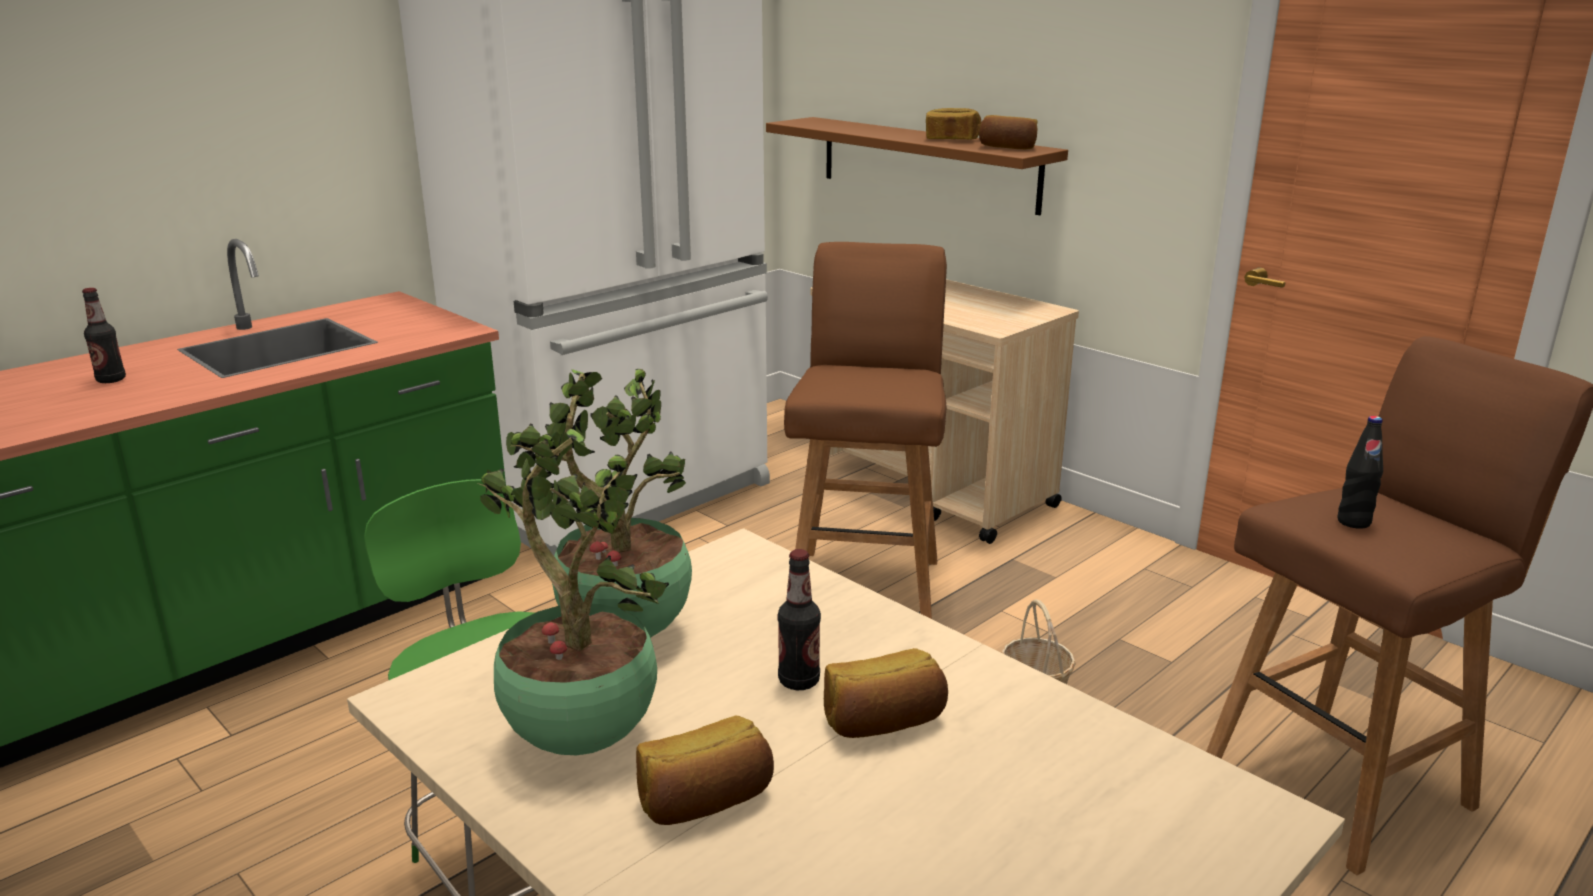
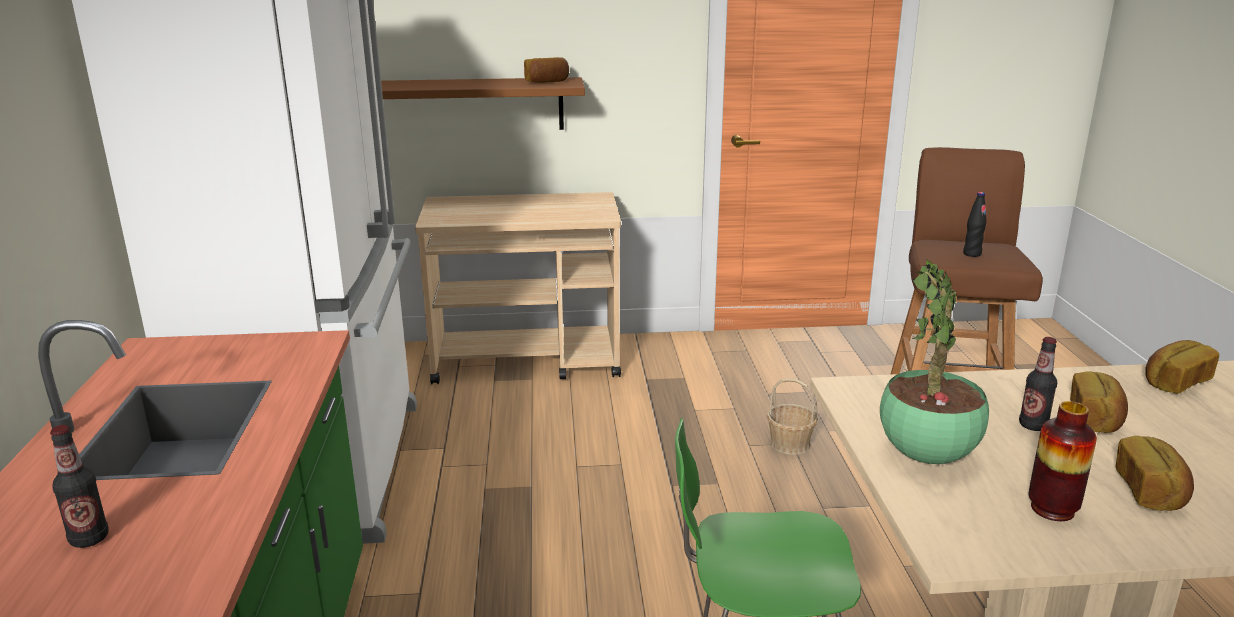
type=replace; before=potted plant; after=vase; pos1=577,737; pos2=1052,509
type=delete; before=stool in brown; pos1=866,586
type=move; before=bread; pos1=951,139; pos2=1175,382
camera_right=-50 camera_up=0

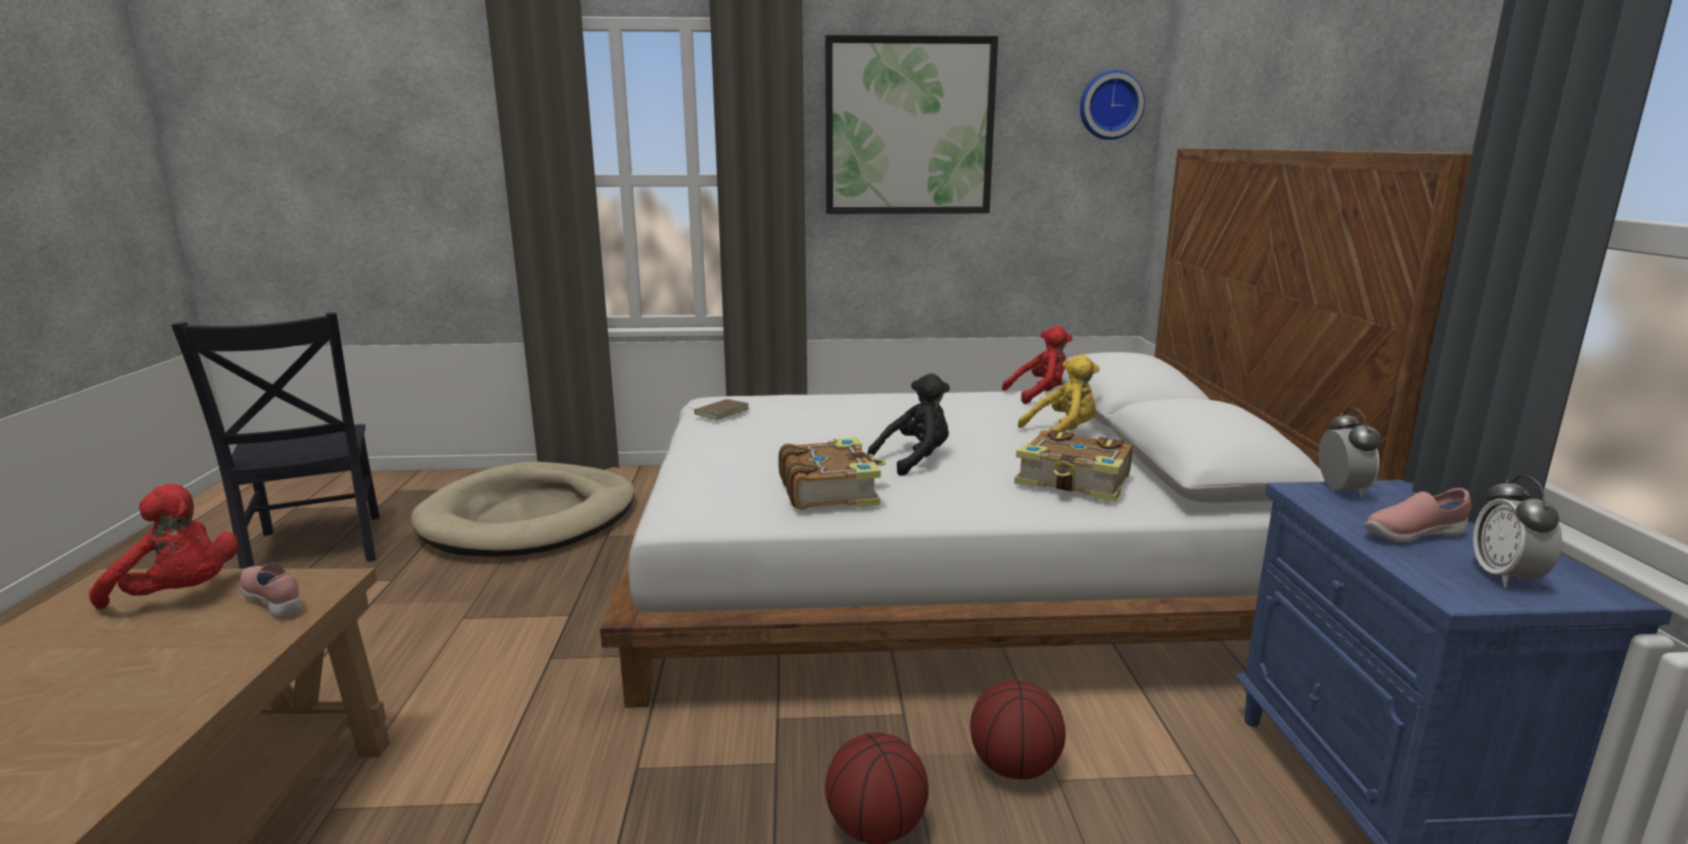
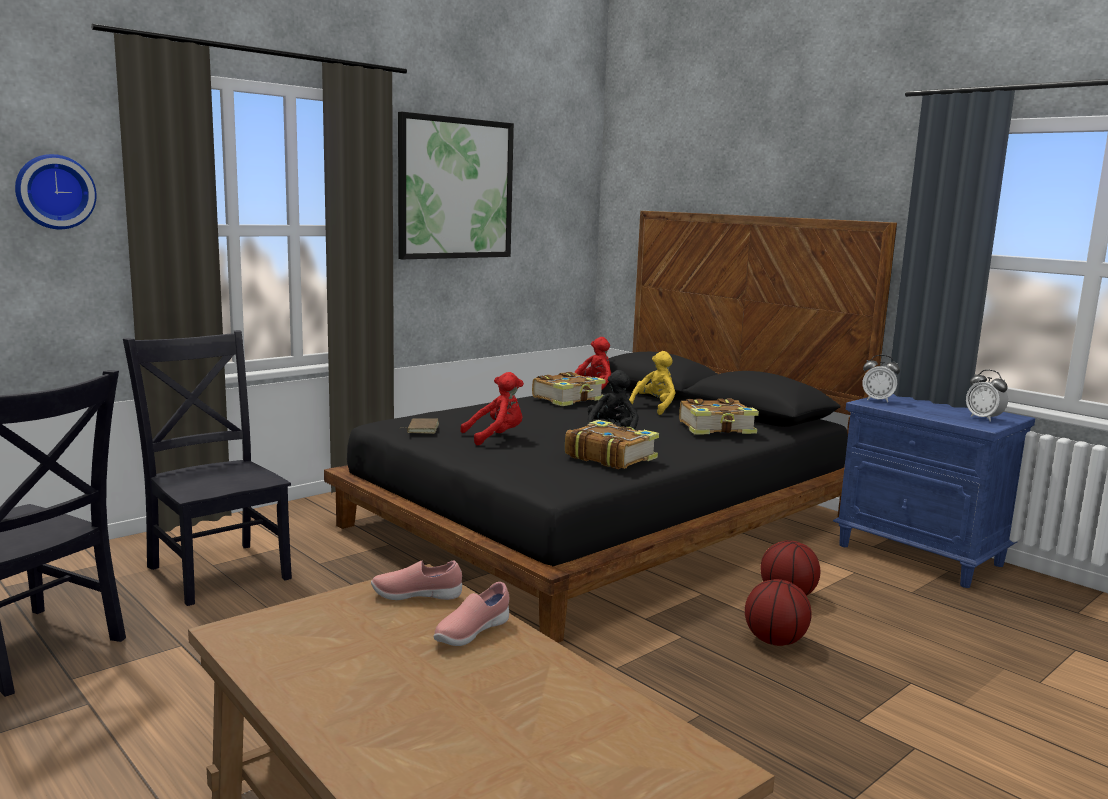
type=move; before=plush toy in red; pos1=181,596; pos2=496,437
type=replace; before=dog bed in beige; after=chair in black; pos1=530,518; pos2=218,570
type=recolor; before=bed in white; after=bed in black; pos1=949,574; pos2=605,523
type=move; before=wall clock; pos1=1110,105; pos2=54,192
type=rotate; before=alarm clock; pos1=1341,491; pos2=877,400; turn=150
type=move; before=shoe in pink; pos1=1412,535; pos2=471,633
type=insert; after=book; pos2=569,399
camera_right=-40 camera_up=-5

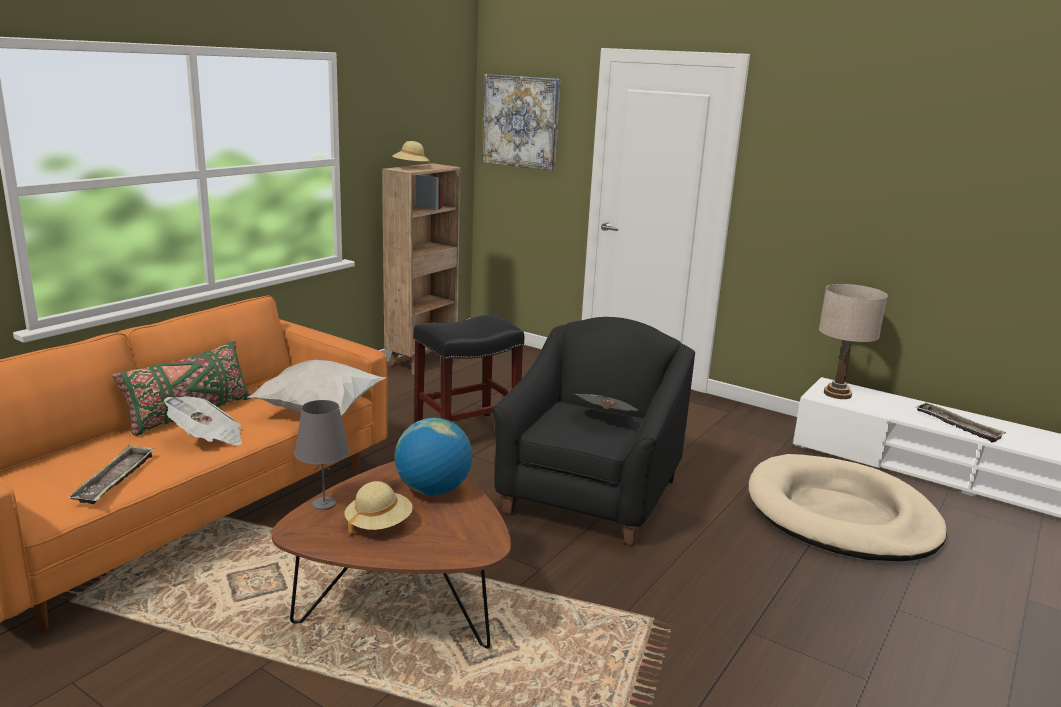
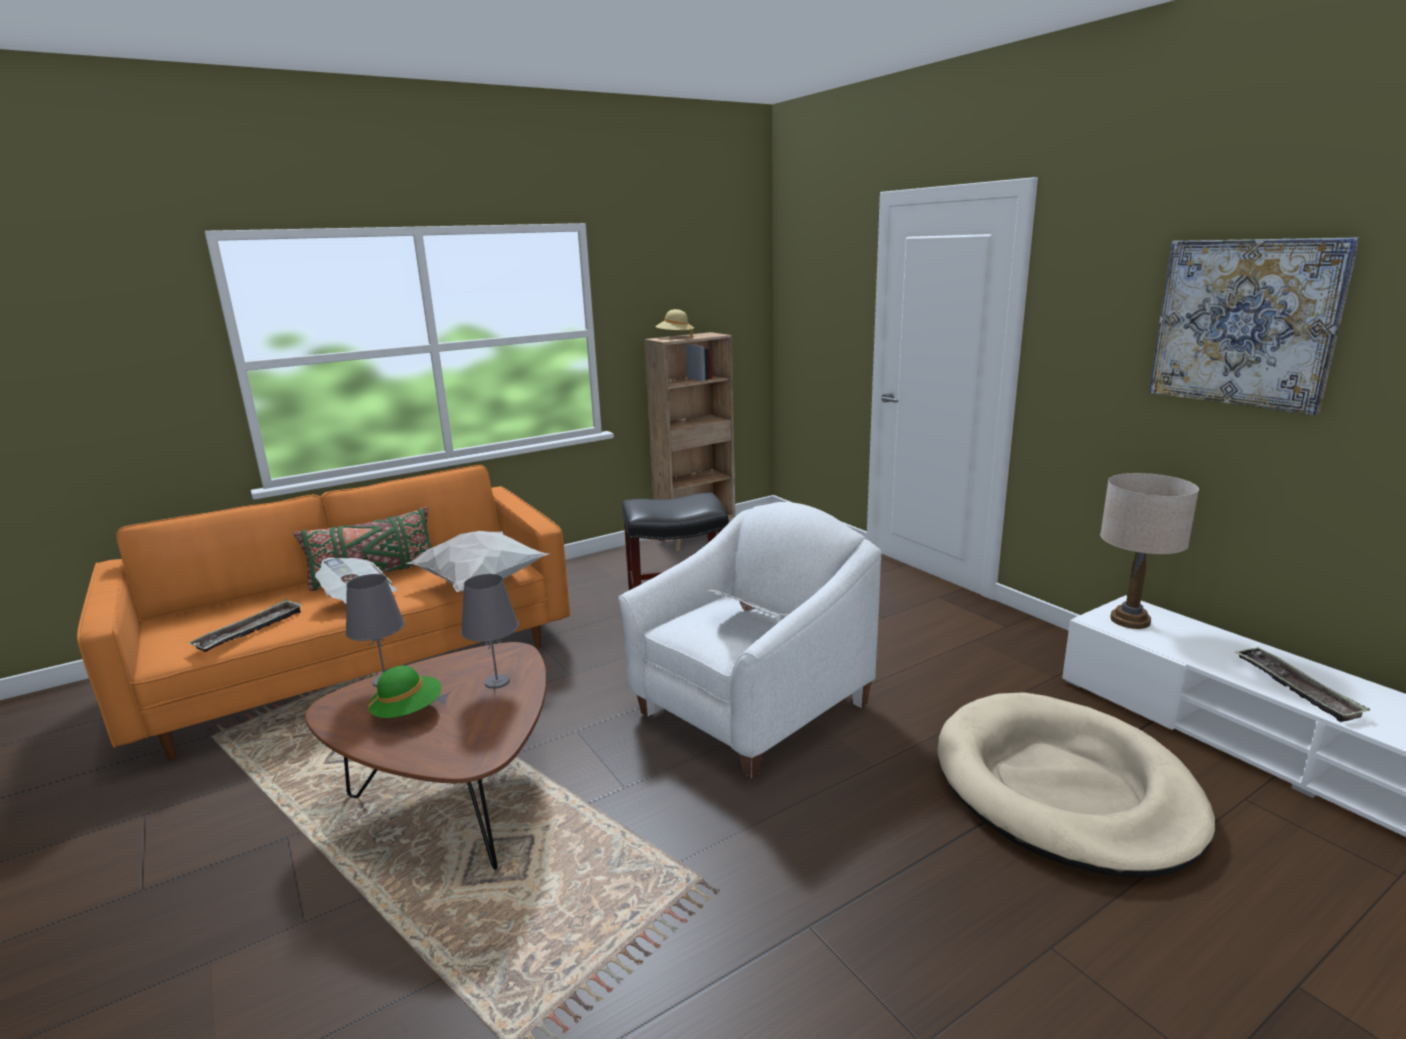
type=recolor; before=hat in beige; after=hat in green; pos1=378,524; pos2=408,711
type=replace; before=globe; after=table lamp in grey; pos1=433,490; pos2=497,681
type=move; before=picture; pos1=521,122; pos2=1244,323
type=recolor; before=armchair in black; after=armchair in white; pos1=590,496; pos2=752,708
camera_right=25 camera_up=0

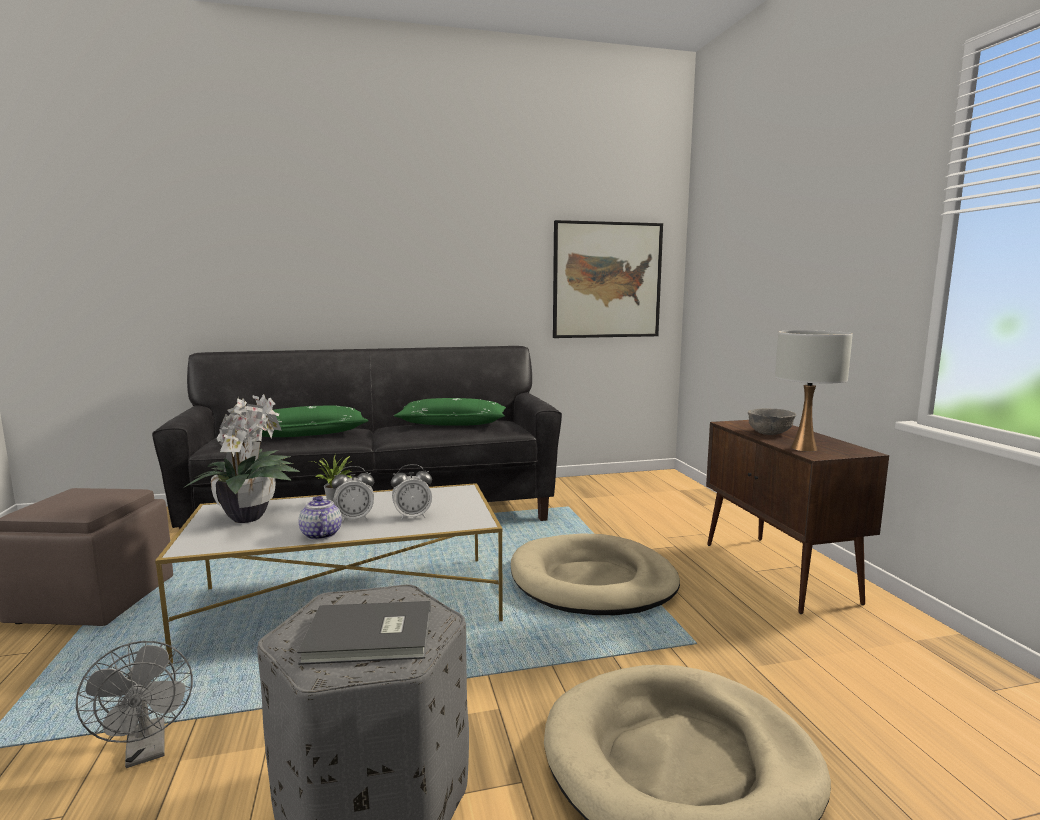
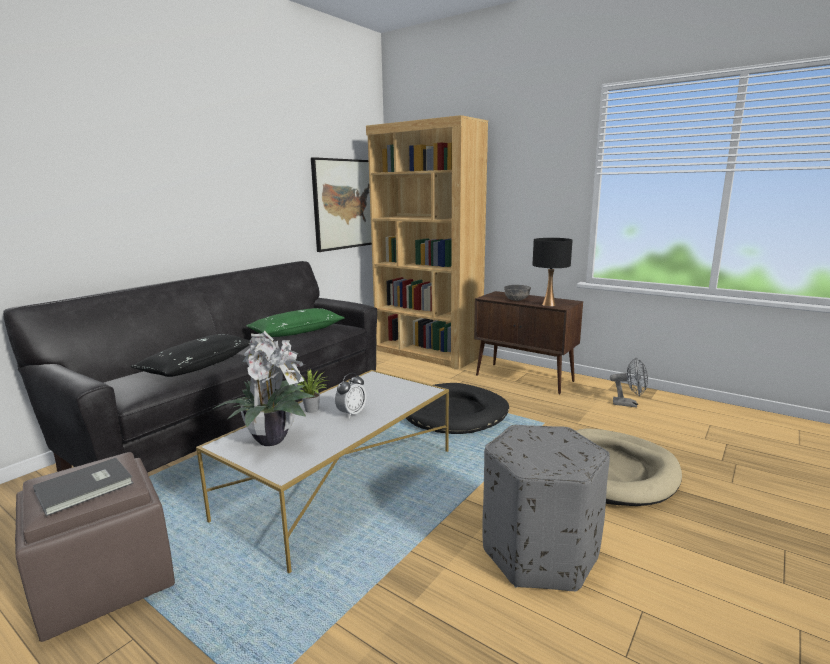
type=move; before=fan in grey; pos1=147,751; pos2=629,404
type=recolor; before=pillow in green; after=pillow in black; pos1=307,434; pos2=198,365
type=move; before=book in grey; pos1=371,637; pos2=86,488
type=delete; before=teapot; pos1=320,534
type=delete; before=alarm clock; pos1=412,516
type=recolor; before=dog bed in beige; after=dog bed in black; pos1=592,581; pos2=455,413
type=recolor; before=table lamp in white; after=table lamp in black; pos1=803,448; pos2=548,304
type=insert; after=bookcase in brown; pos2=427,353
camera_right=-40 camera_up=5

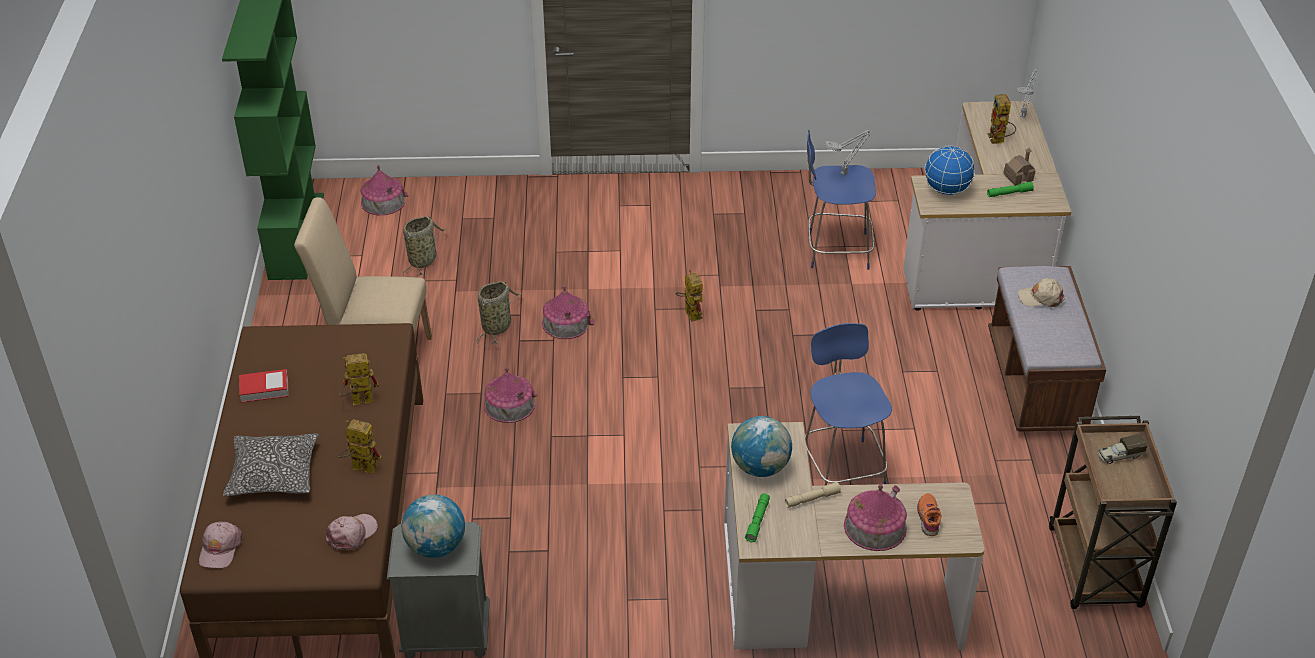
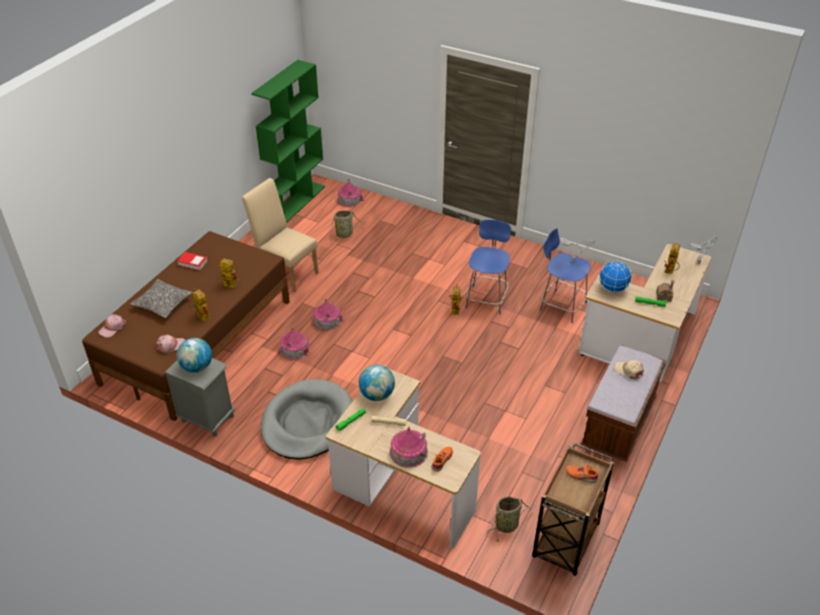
type=move; before=basket; pos1=498,326; pos2=508,525
type=move; before=toy house; pos1=566,322; pos2=294,349
type=move; before=stool in blue; pos1=842,467; pos2=486,298
type=replace; before=toy truck; after=shoe in orange; pos1=1119,456; pos2=581,475
type=insert; after=dog bed in grey; pos2=307,422
camera_right=30 camera_up=0

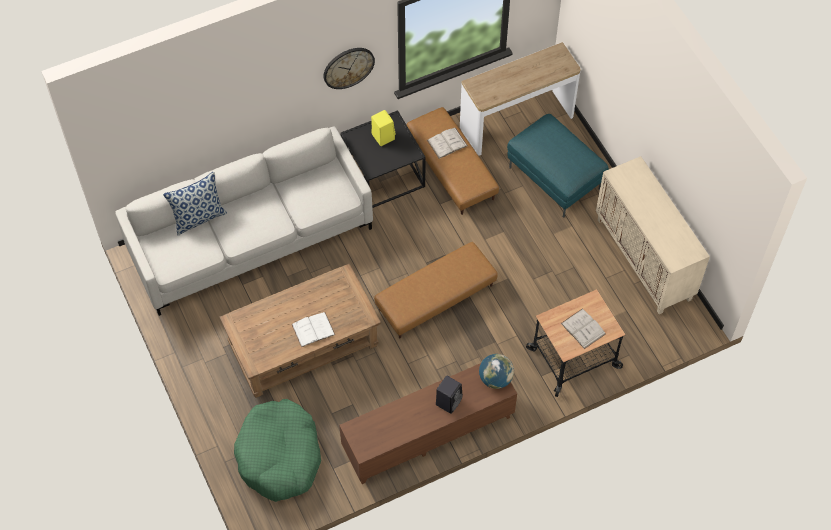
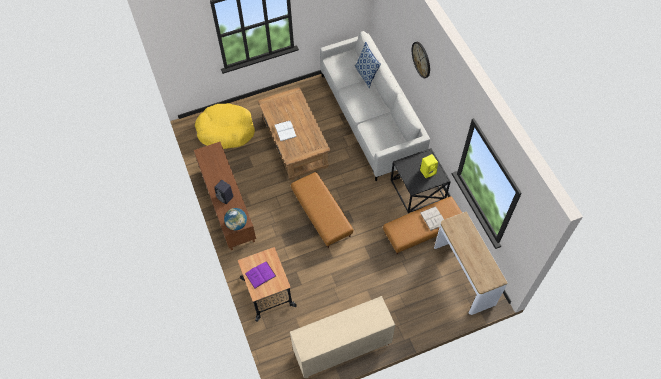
type=recolor; before=dog bed in green; after=dog bed in yellow; pos1=279,456; pos2=226,131
type=move; before=wall clock; pos1=348,67; pos2=421,59
type=delete; before=ottoman in turquoise; pos1=553,178
type=recolor; before=book in white; after=book in purple; pos1=583,328; pos2=260,275
camera_right=95 camera_up=0

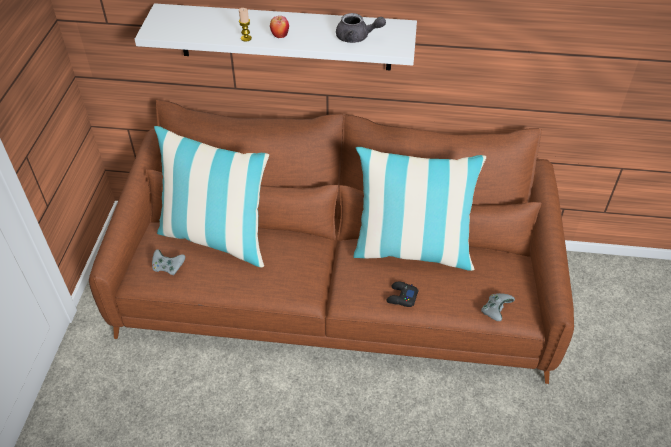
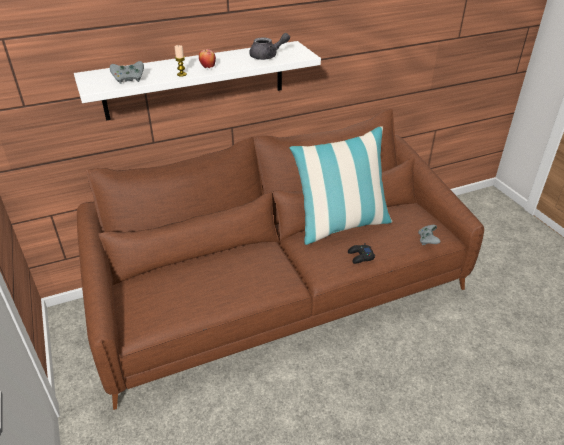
type=move; before=game controller in grey; pos1=168,267; pos2=128,79
type=delete; before=pillow; pos1=216,238
camera_right=-30 camera_up=-10

